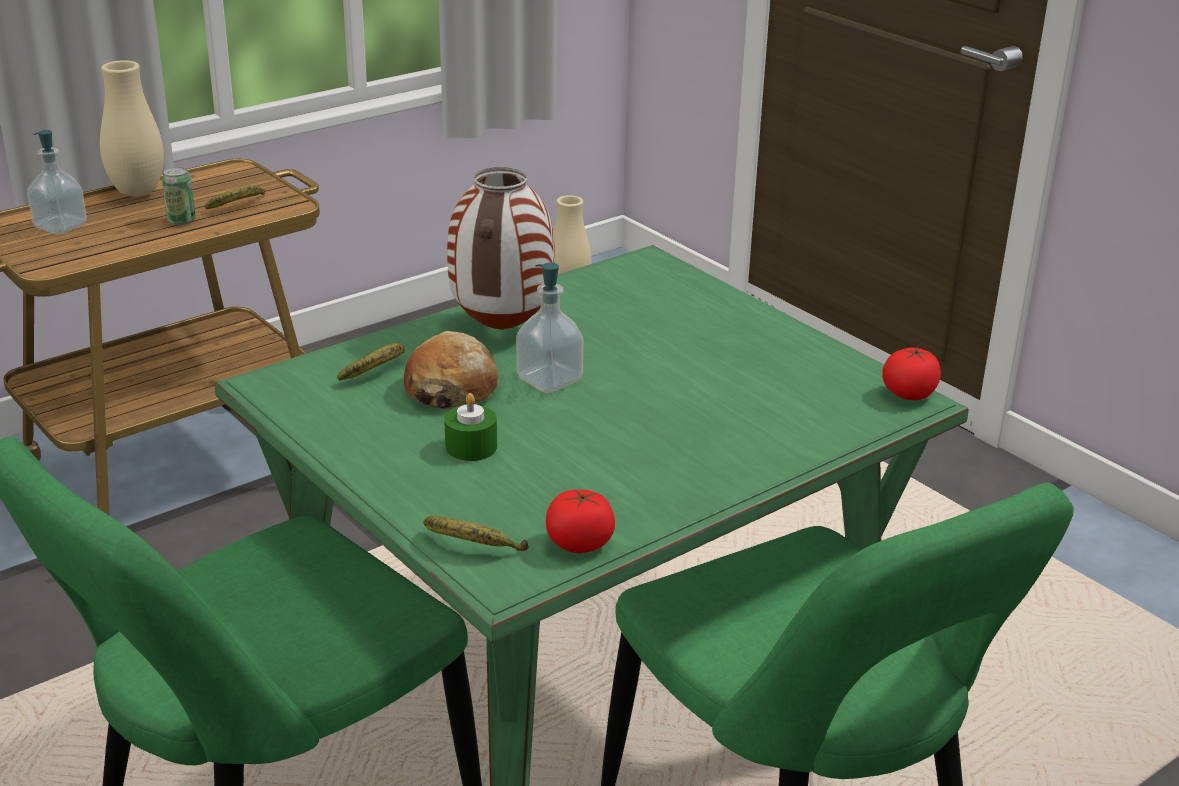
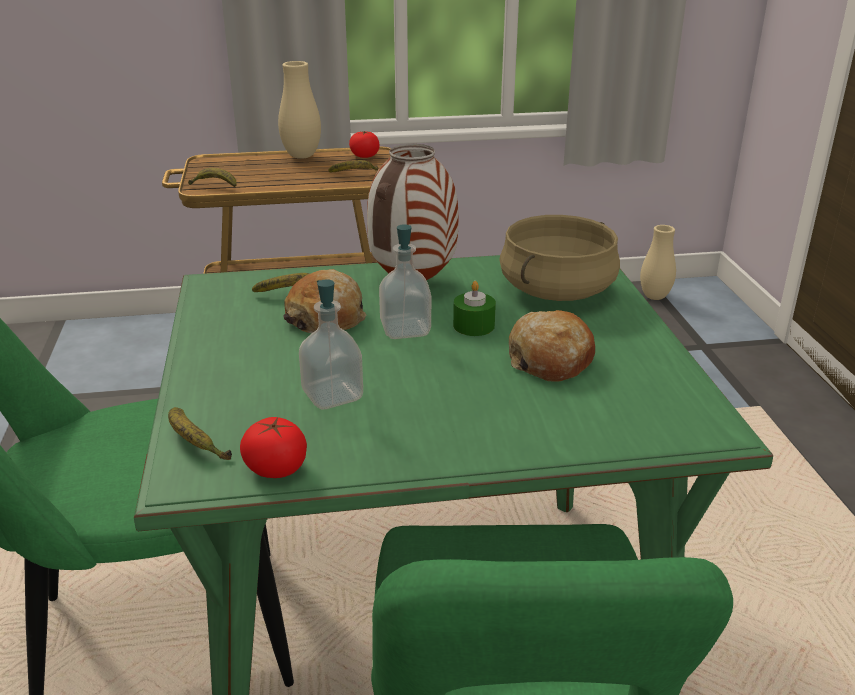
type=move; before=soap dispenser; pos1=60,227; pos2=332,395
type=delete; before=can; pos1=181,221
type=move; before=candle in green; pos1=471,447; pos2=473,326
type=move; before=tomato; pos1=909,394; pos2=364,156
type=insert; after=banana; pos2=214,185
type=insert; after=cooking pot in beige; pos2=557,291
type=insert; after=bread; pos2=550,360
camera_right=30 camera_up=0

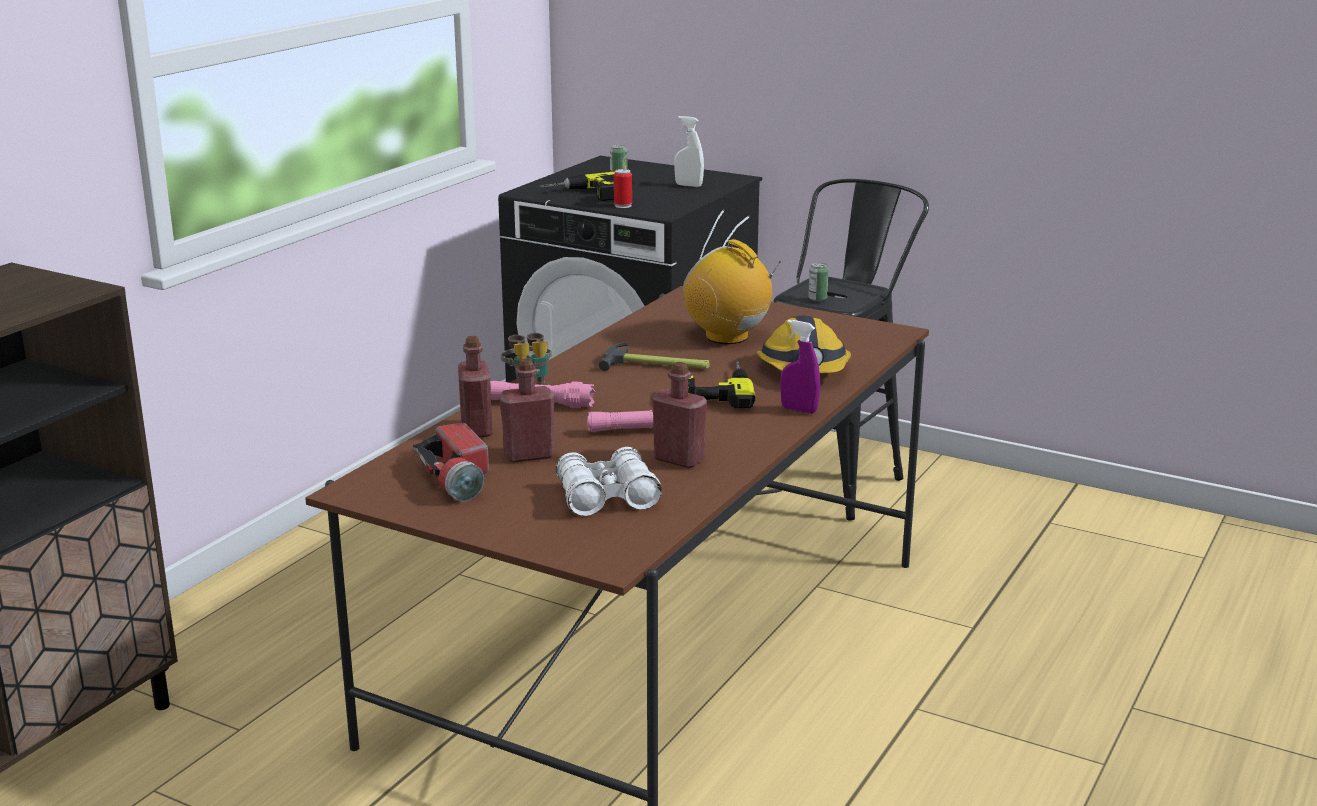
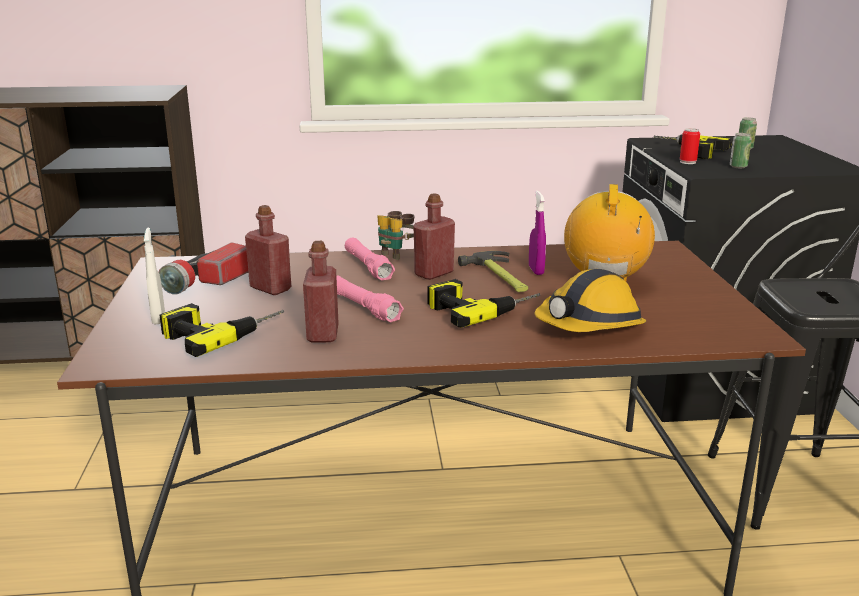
type=move; before=bottle in red; pos1=476,429; pos2=434,273
type=replace; before=binoculars in white; after=power drill; pos1=607,497; pos2=221,331
type=move; before=spray bottle in white; pos1=688,185; pos2=158,318
type=move; before=spray bottle in purple; pos1=799,410; pos2=536,270
type=move; before=can; pos1=817,299; pos2=738,166
camera_right=55 camera_up=0

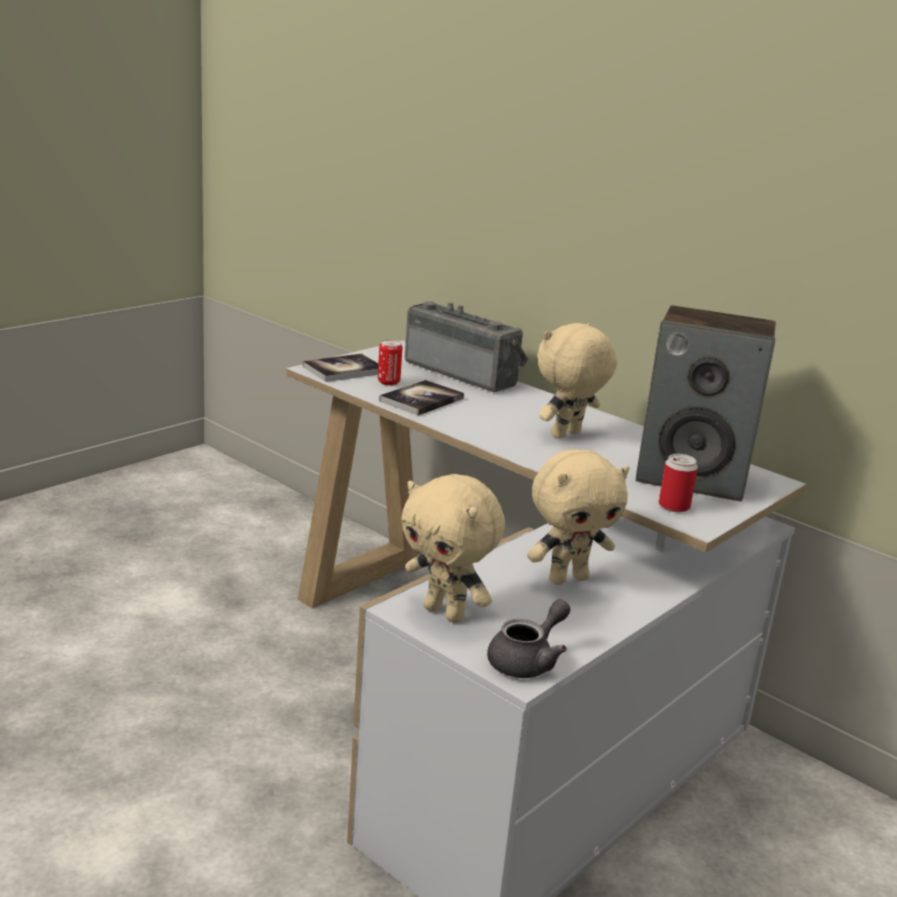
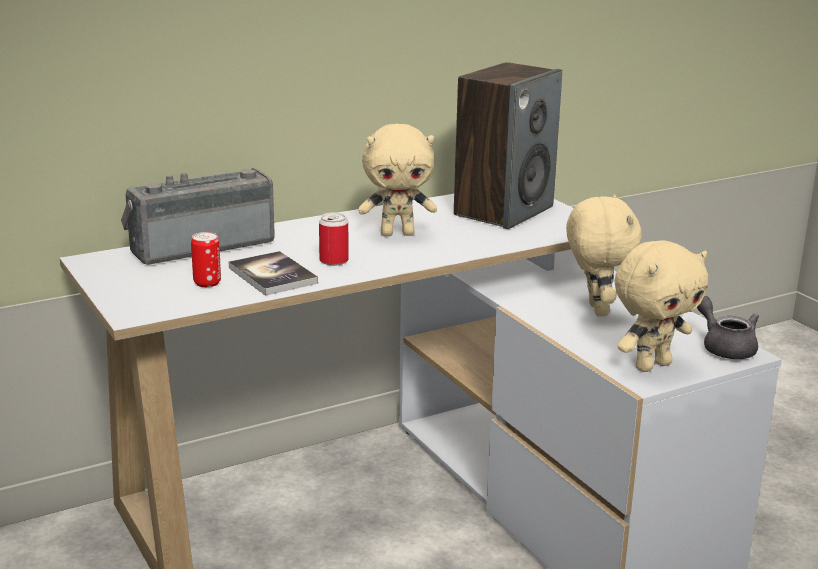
type=delete; before=book; pos1=344,370
type=rotate; before=plush toy in beige; pos1=567,435; pos2=397,234; turn=-75
type=move; before=can; pos1=674,506; pos2=334,261
camera_right=-70 camera_up=0

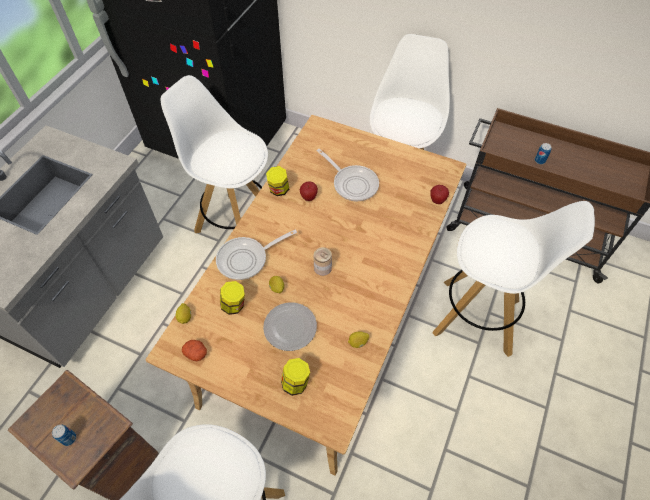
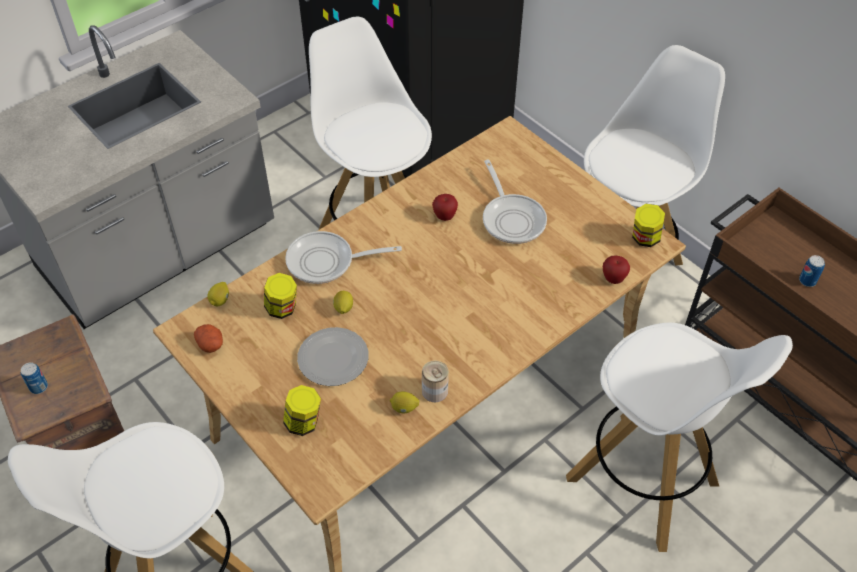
type=move; before=jar; pos1=279,190; pos2=645,238
type=move; before=can; pos1=322,268; pos2=435,391
camera_right=25 camera_up=-5

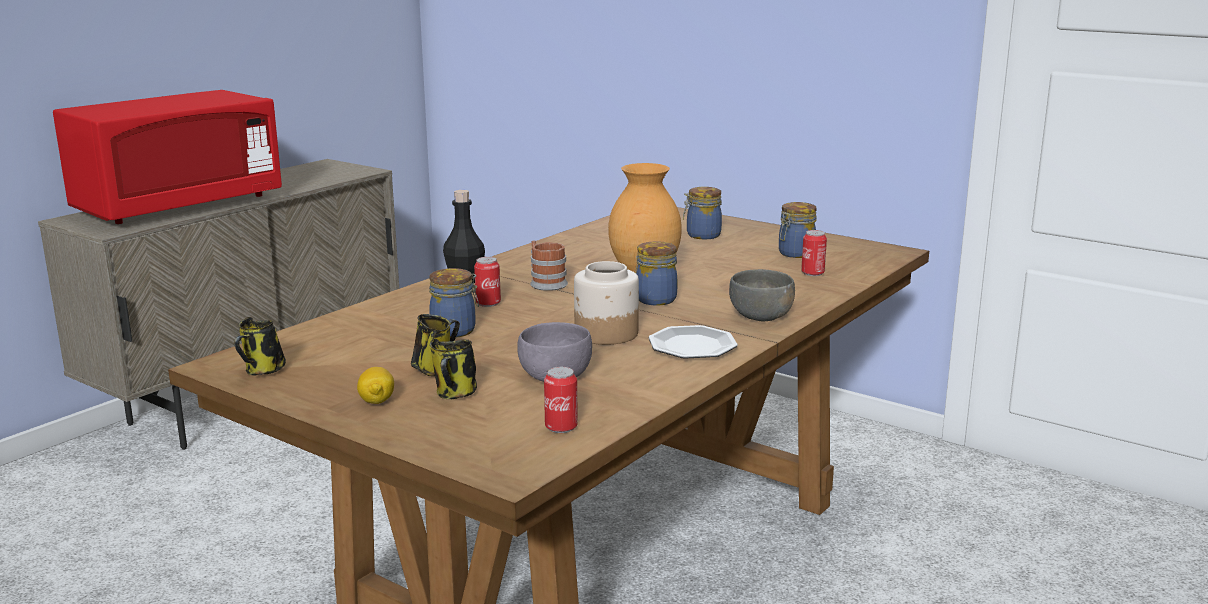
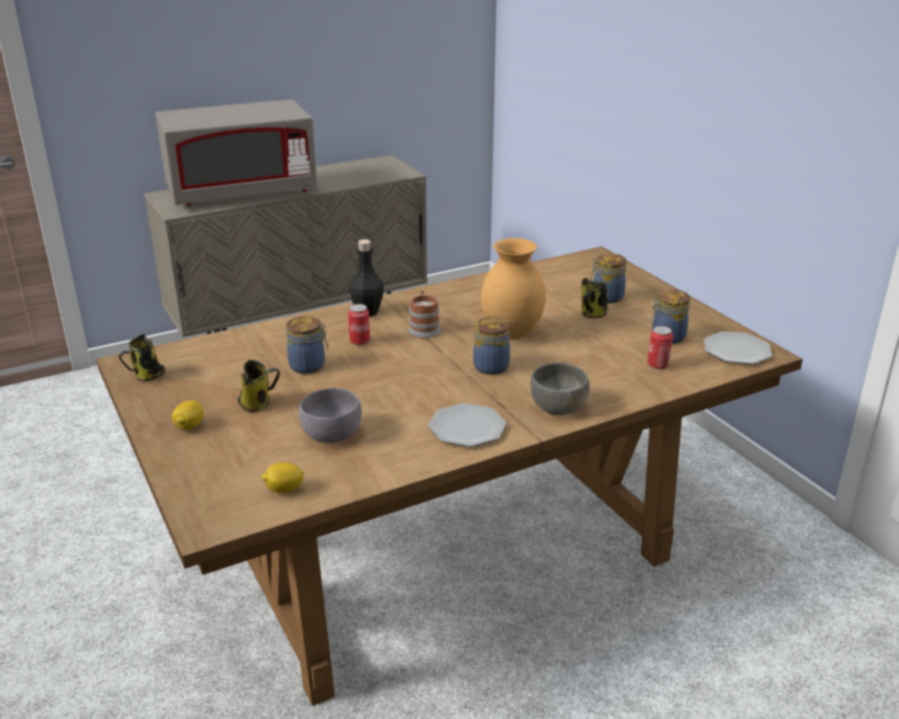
type=recolor; before=microwave in red; after=microwave in grey; pos1=179,206; pos2=242,193
type=move; before=mug; pos1=455,394; pos2=592,315
type=replace; before=can; after=lemon; pos1=561,427; pos2=284,490
type=delete; before=jar; pos1=606,334
type=insert; after=plate; pos2=736,350
camera_right=25 camera_up=10

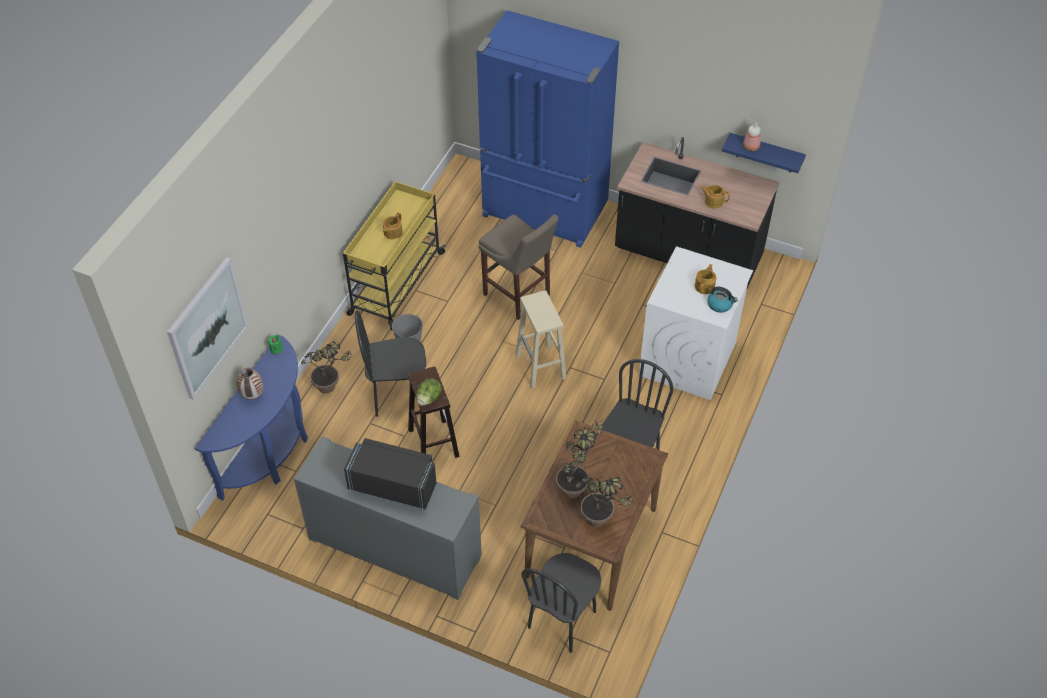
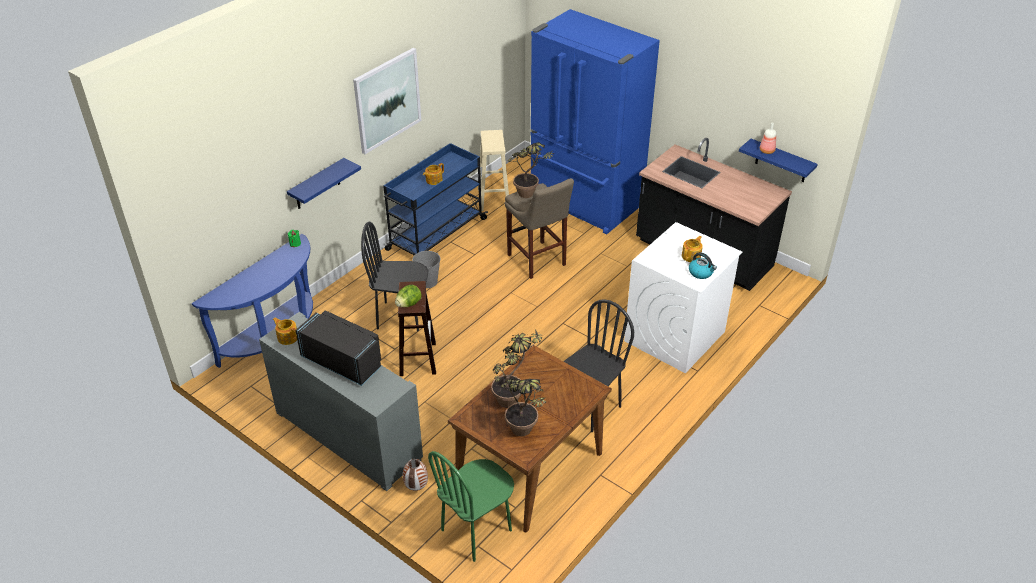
type=move; before=picture; pos1=207,328; pos2=387,100
type=move; before=vase; pos1=252,395; pos2=416,487
type=move; before=potted plant; pos1=332,389; pos2=530,195
type=recolor; before=cart in yellow; after=cart in blue; pos1=396,284; pos2=435,235
type=move; before=stool in beige; pos1=541,367; pos2=494,199
type=recolor; before=chair in black; after=chair in green; pos1=562,620; pos2=476,530
type=move; before=teapot; pos1=713,201; pos2=287,337
type=insert; after=shelf in blue; pos2=317,185
camera_right=15 camera_up=-10

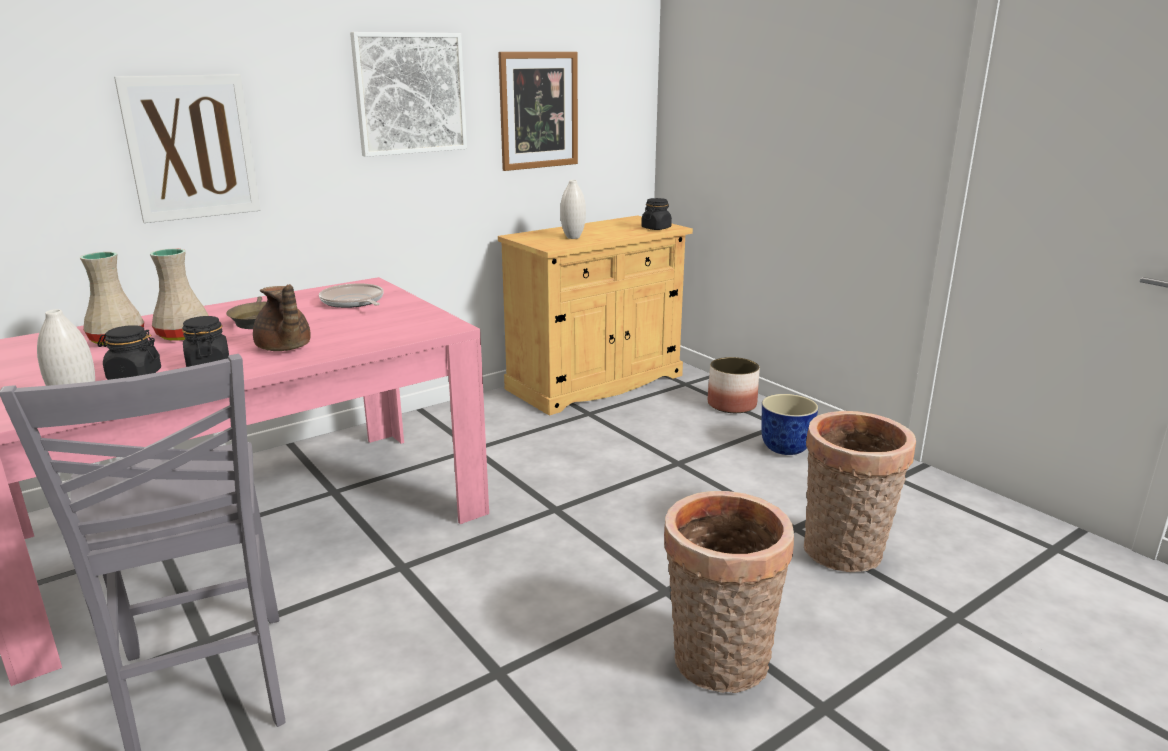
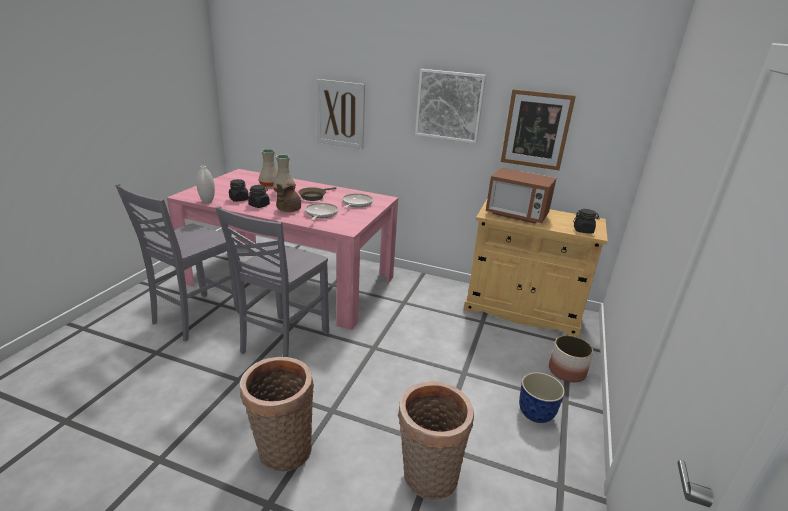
type=replace; before=vase in white; after=microwave; pos1=573,237; pos2=516,215
type=insert; after=chair in grey; pos2=283,343
type=insert; after=frying pan; pos2=320,214
camera_right=55 camera_up=5

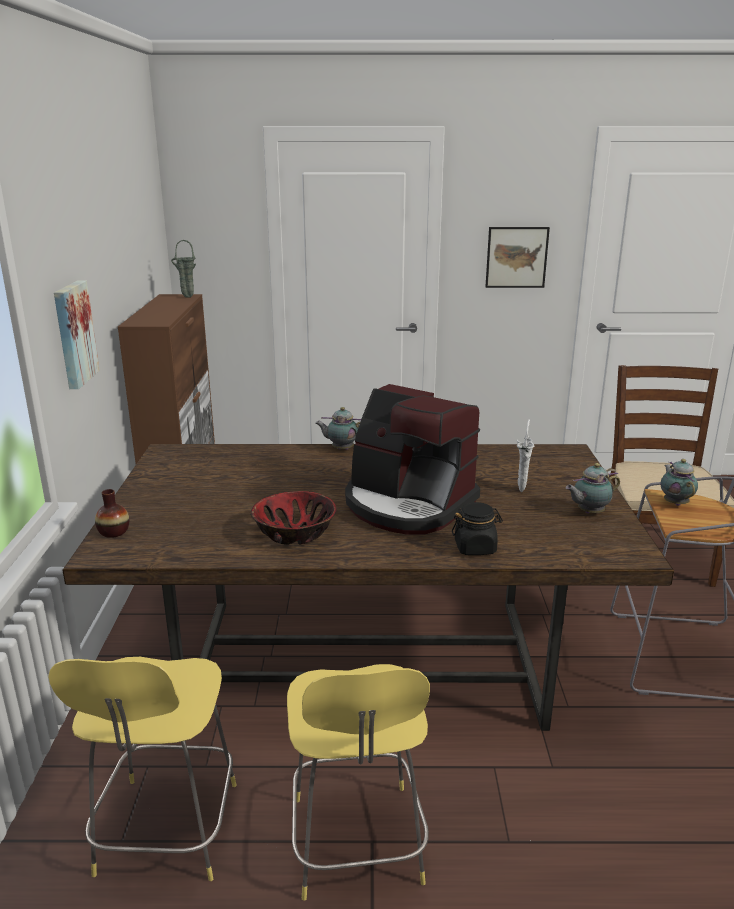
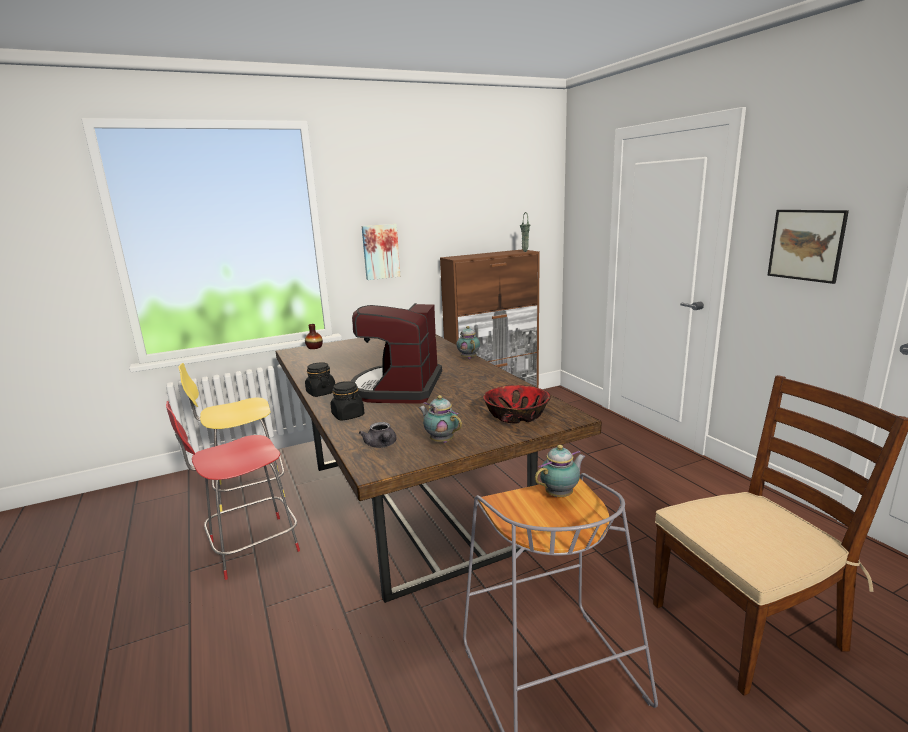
type=move; before=bowl; pos1=294,532; pos2=516,415
type=recolor; before=stool in yellow; after=stool in red; pos1=357,845; pos2=250,547
type=delete; before=vase in white; pos1=521,489
type=insert; after=jar in black; pos2=321,393
type=insert; after=teapot in grey; pos2=381,445
camera_right=65 camera_up=-5

